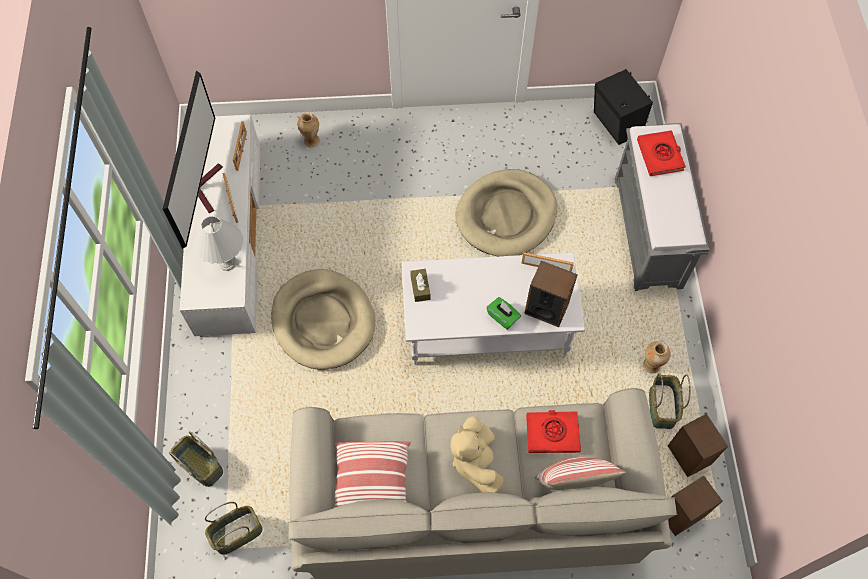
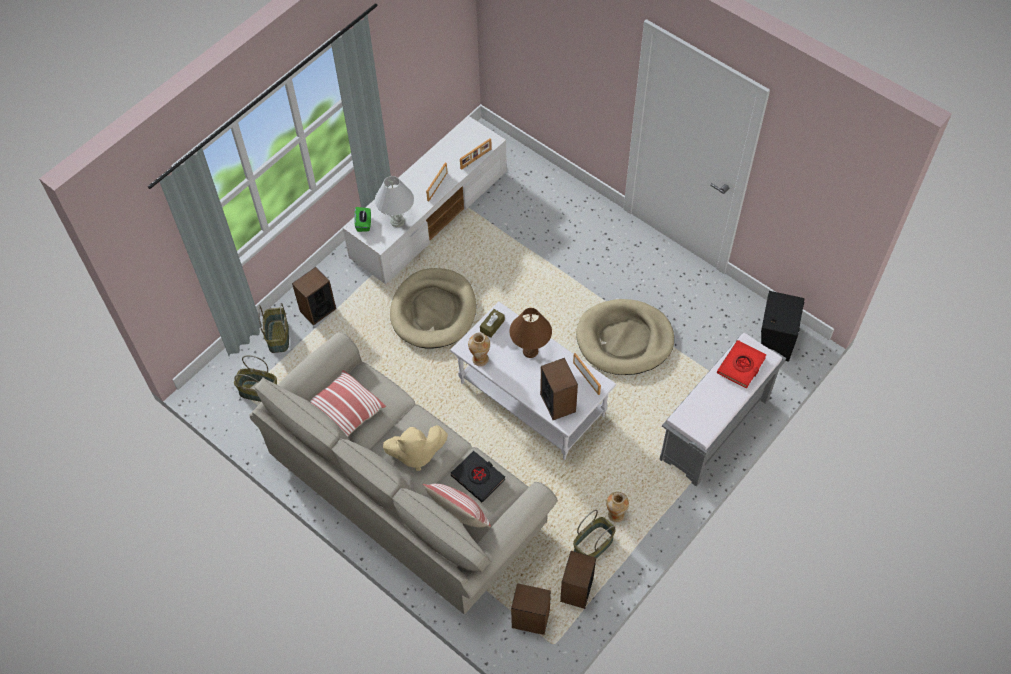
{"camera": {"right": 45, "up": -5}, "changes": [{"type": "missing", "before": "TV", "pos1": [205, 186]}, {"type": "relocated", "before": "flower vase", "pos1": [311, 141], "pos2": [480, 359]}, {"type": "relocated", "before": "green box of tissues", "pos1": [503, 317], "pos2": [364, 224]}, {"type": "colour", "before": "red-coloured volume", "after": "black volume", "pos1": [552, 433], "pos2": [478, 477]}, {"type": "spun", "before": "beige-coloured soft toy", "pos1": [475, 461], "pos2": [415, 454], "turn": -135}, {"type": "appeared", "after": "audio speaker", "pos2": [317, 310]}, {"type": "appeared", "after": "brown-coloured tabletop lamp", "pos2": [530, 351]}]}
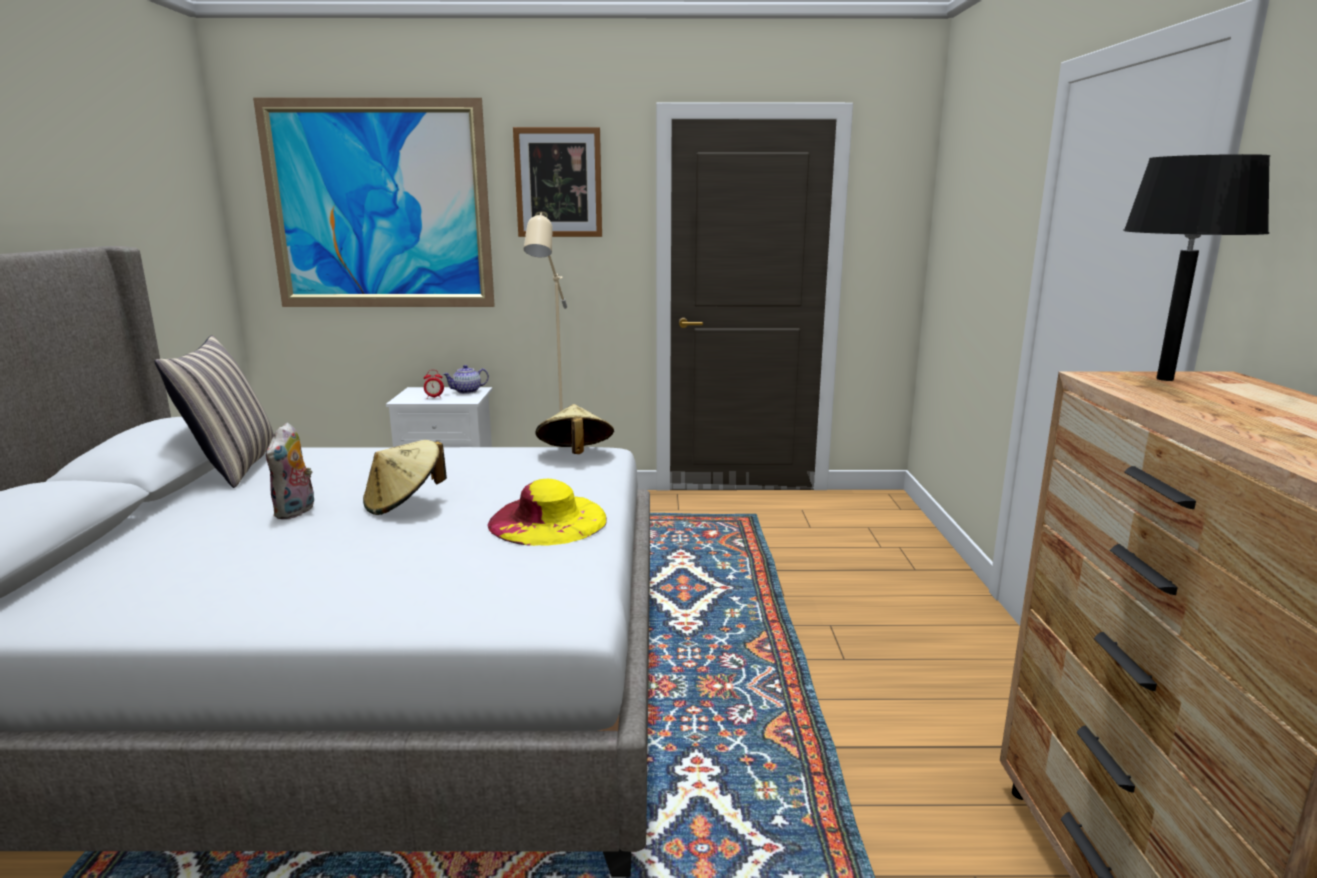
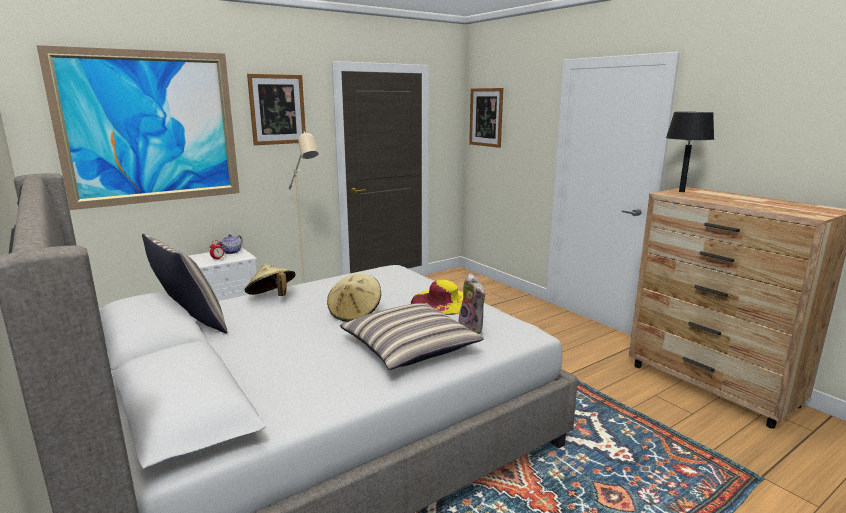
{"camera": {"right": -35, "up": 0}, "changes": [{"type": "relocated", "before": "beige-coloured wearable hat", "pos1": [575, 455], "pos2": [272, 297]}, {"type": "relocated", "before": "soft toy", "pos1": [296, 512], "pos2": [473, 329]}, {"type": "appeared", "after": "picture", "pos2": [486, 117]}, {"type": "appeared", "after": "cushion", "pos2": [409, 347]}]}
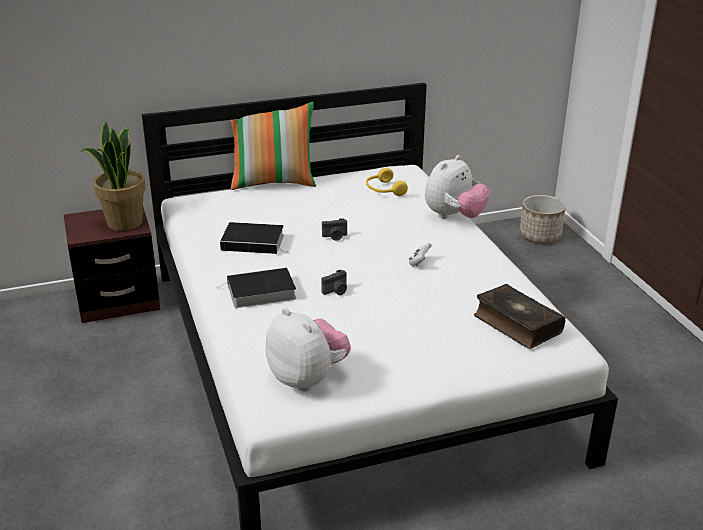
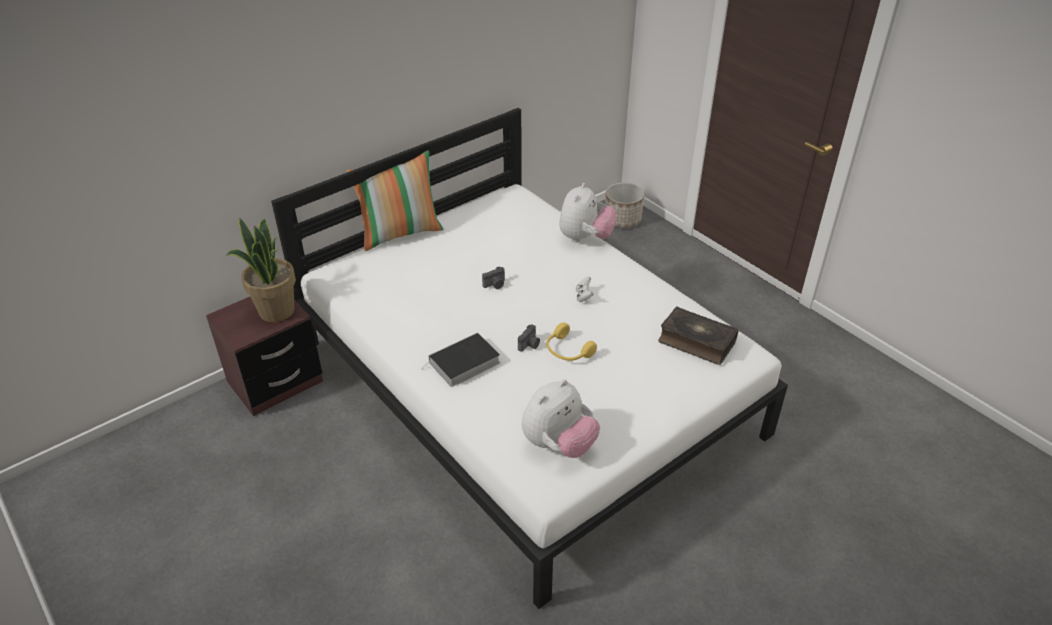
{"camera": {"right": -20, "up": 10}, "changes": [{"type": "relocated", "before": "yellow-coloured pair of headphones", "pos1": [383, 190], "pos2": [567, 351]}, {"type": "missing", "before": "volume", "pos1": [255, 242]}, {"type": "spun", "before": "soft toy", "pos1": [308, 378], "pos2": [558, 444], "turn": 105}]}
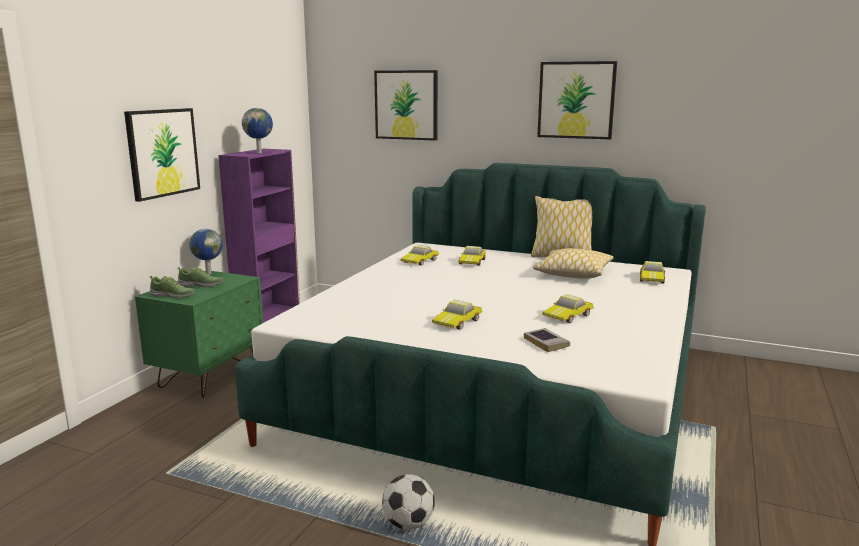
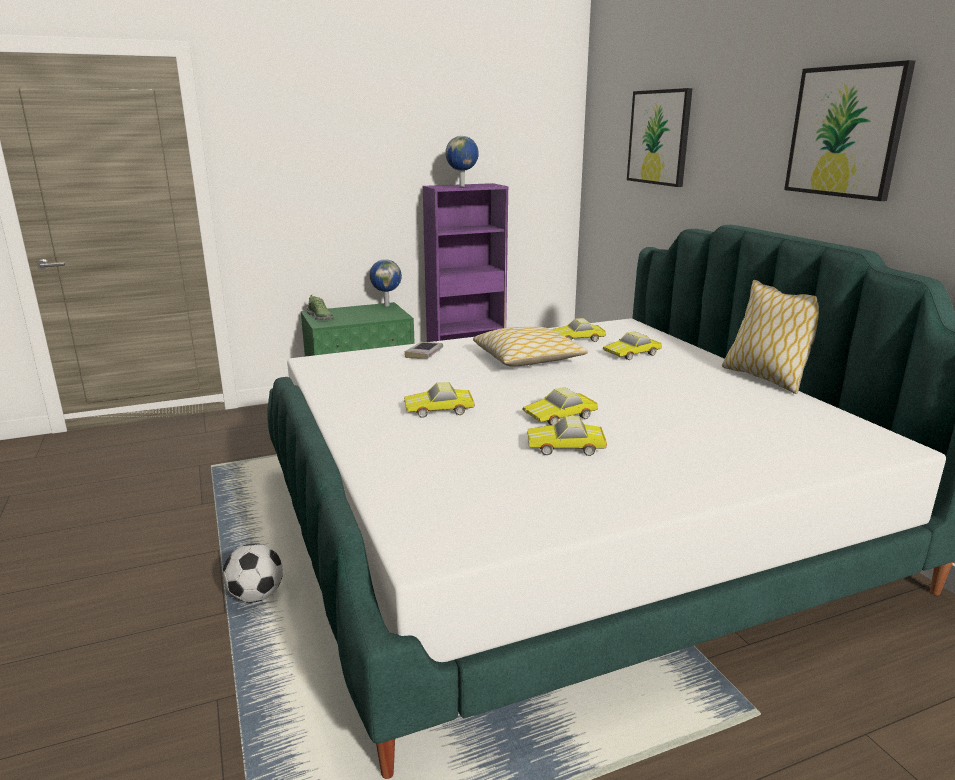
{"camera": {"right": 45, "up": 5}, "changes": [{"type": "missing", "before": "picture", "pos1": [162, 152]}, {"type": "relocated", "before": "cushion", "pos1": [573, 273], "pos2": [527, 359]}, {"type": "relocated", "before": "toy car", "pos1": [653, 278], "pos2": [561, 416]}, {"type": "missing", "before": "item of footwear", "pos1": [201, 285]}, {"type": "relocated", "before": "volume", "pos1": [546, 343], "pos2": [424, 353]}]}
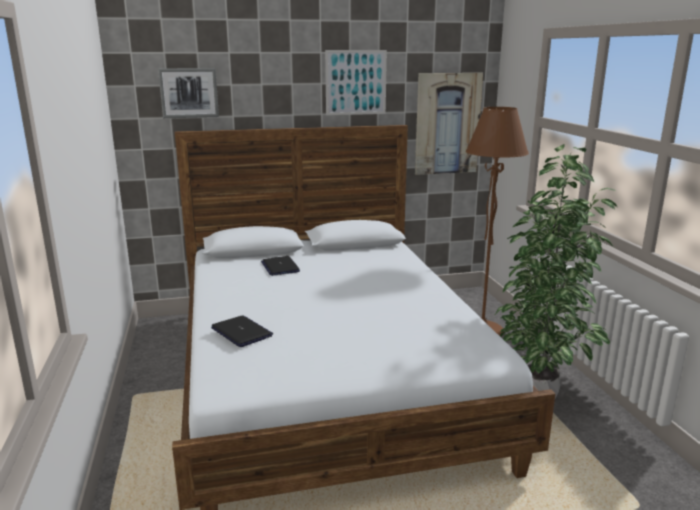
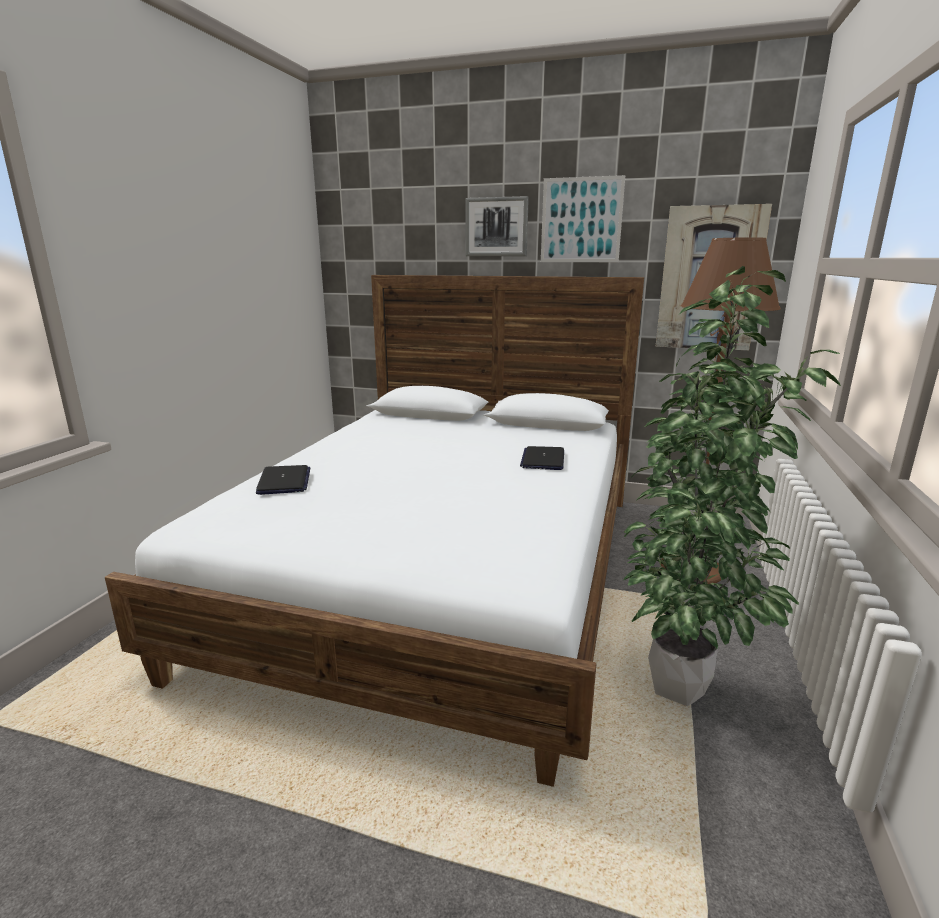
{"camera": {"right": 30, "up": 0}, "changes": [{"type": "relocated", "before": "picture", "pos1": [189, 93], "pos2": [496, 227]}, {"type": "relocated", "before": "notebook computer", "pos1": [280, 267], "pos2": [543, 459]}]}
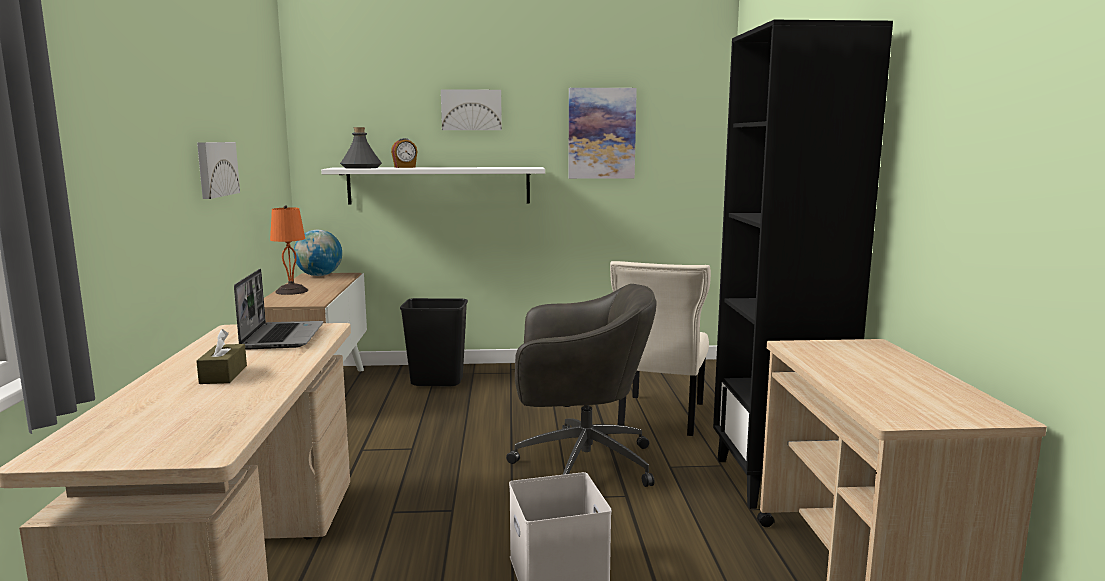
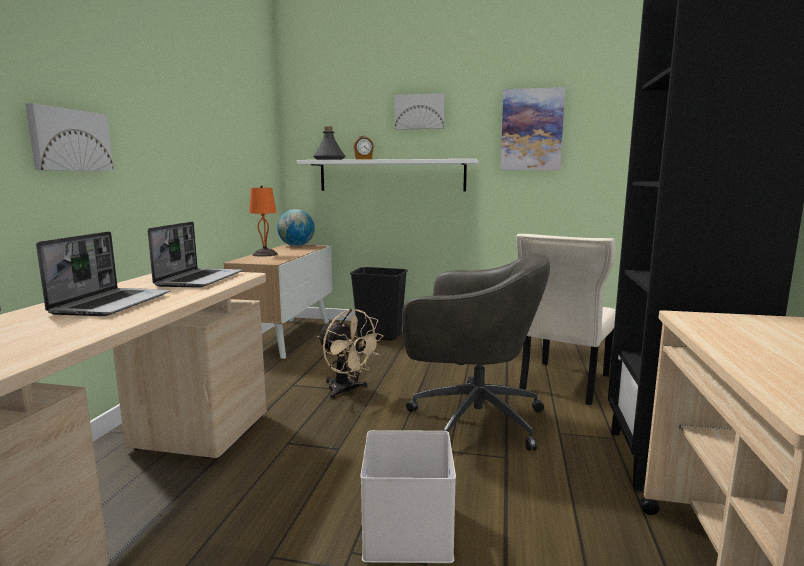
{"camera": {"right": 15, "up": 0}, "changes": [{"type": "relocated", "before": "picture", "pos1": [215, 169], "pos2": [69, 140]}, {"type": "exchanged", "before": "brown-coloured box of tissues", "after": "notebook computer", "pos1": [223, 374], "pos2": [113, 303]}, {"type": "appeared", "after": "beige-coloured cooling fan", "pos2": [347, 391]}]}
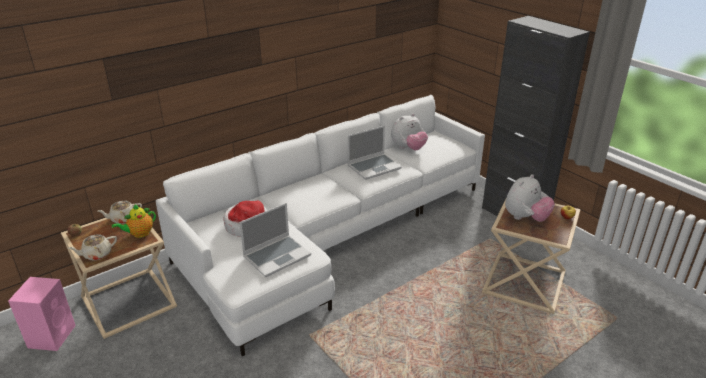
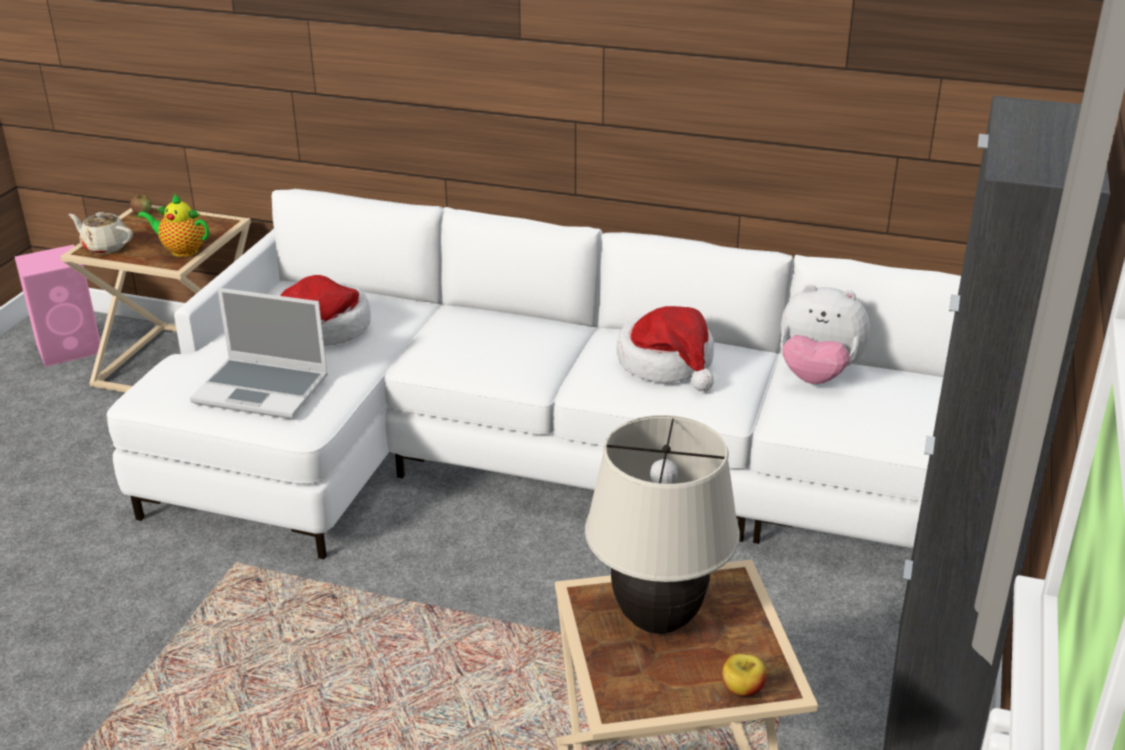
{"camera": {"right": 55, "up": 0}, "changes": [{"type": "exchanged", "before": "notebook computer", "after": "wearable hat", "pos1": [374, 167], "pos2": [667, 363]}, {"type": "exchanged", "before": "soft toy", "after": "beige-coloured tabletop lamp", "pos1": [525, 218], "pos2": [658, 620]}, {"type": "missing", "before": "beige-coloured teapot", "pos1": [123, 219]}]}
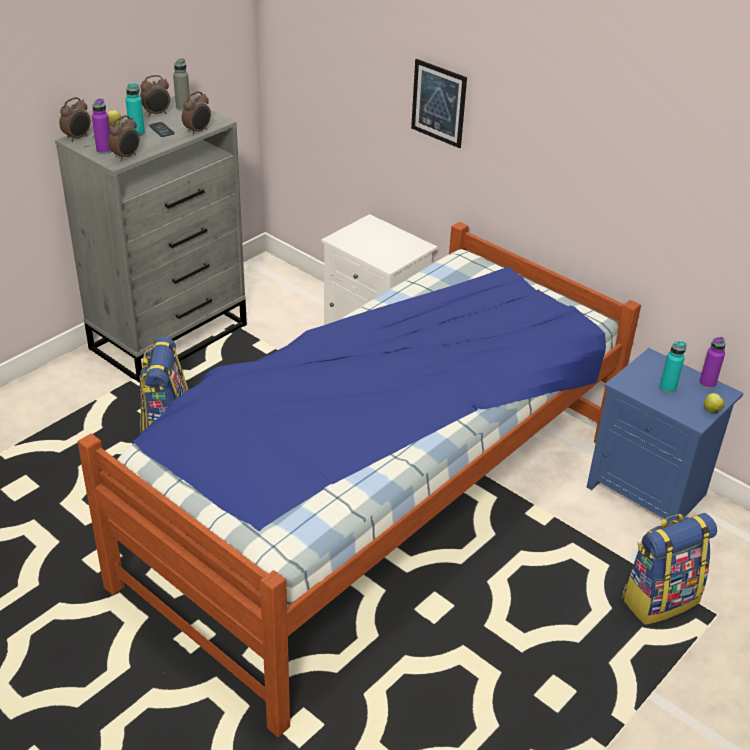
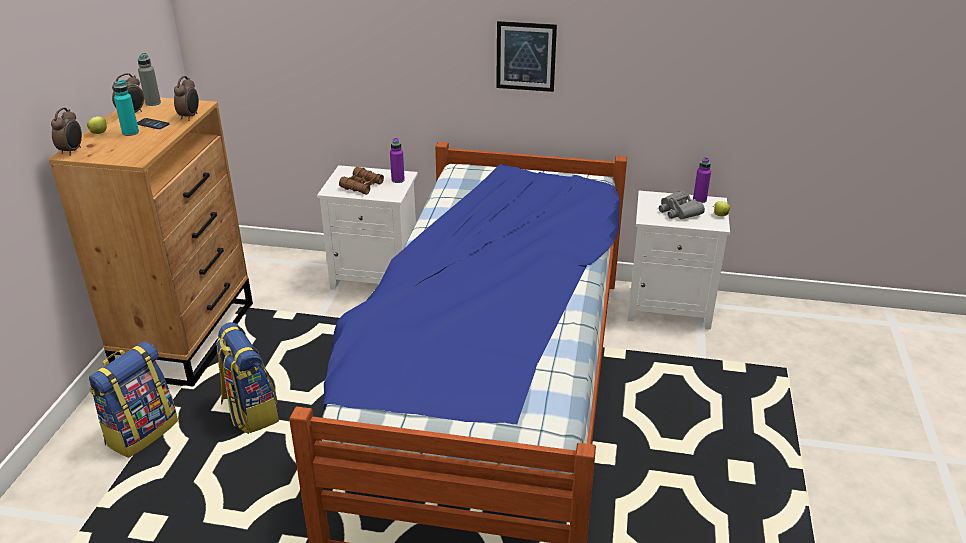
{"camera": {"right": -30, "up": -5}, "changes": [{"type": "relocated", "before": "picture", "pos1": [438, 103], "pos2": [526, 56]}, {"type": "colour", "before": "grey drawer chest", "after": "brown-coloured drawer chest", "pos1": [170, 336], "pos2": [188, 337]}, {"type": "relocated", "before": "purple-coloured drink bottle", "pos1": [104, 150], "pos2": [398, 180]}, {"type": "missing", "before": "table clock", "pos1": [126, 157]}, {"type": "exchanged", "before": "turquoise-coloured drink bottle", "after": "grey field glasses", "pos1": [667, 388], "pos2": [678, 211]}, {"type": "colour", "before": "blue-coloured bedside table", "after": "white bedside table", "pos1": [649, 492], "pos2": [670, 306]}, {"type": "relocated", "before": "rucksack", "pos1": [659, 599], "pos2": [142, 432]}, {"type": "appeared", "after": "brown-coloured field glasses", "pos2": [362, 186]}]}
